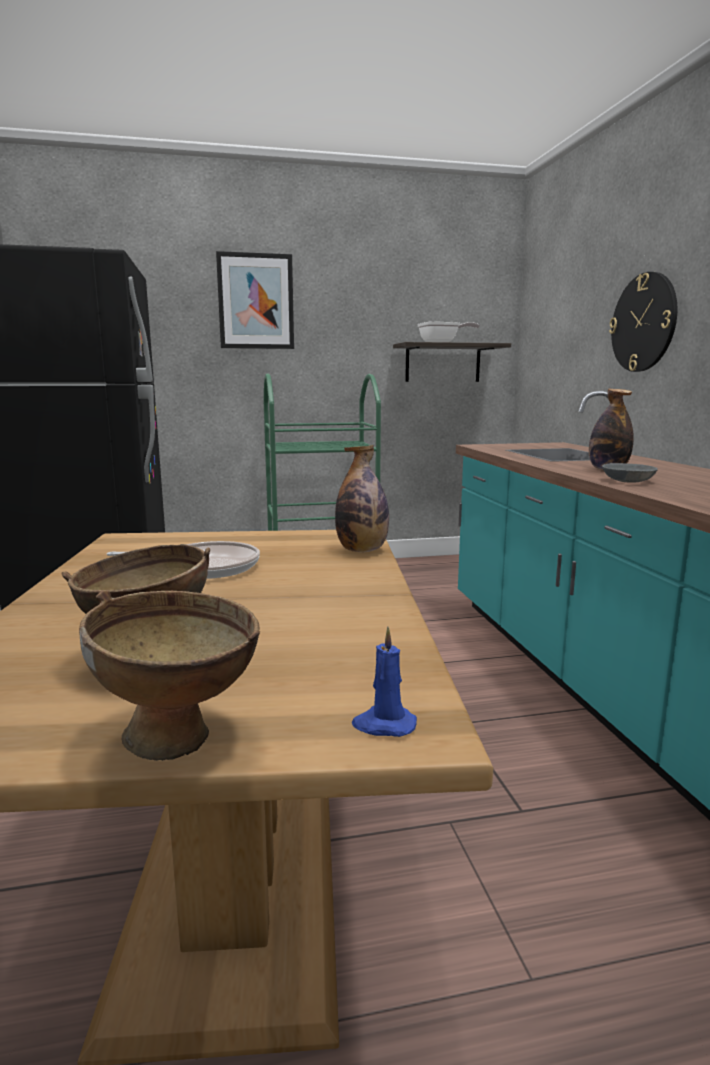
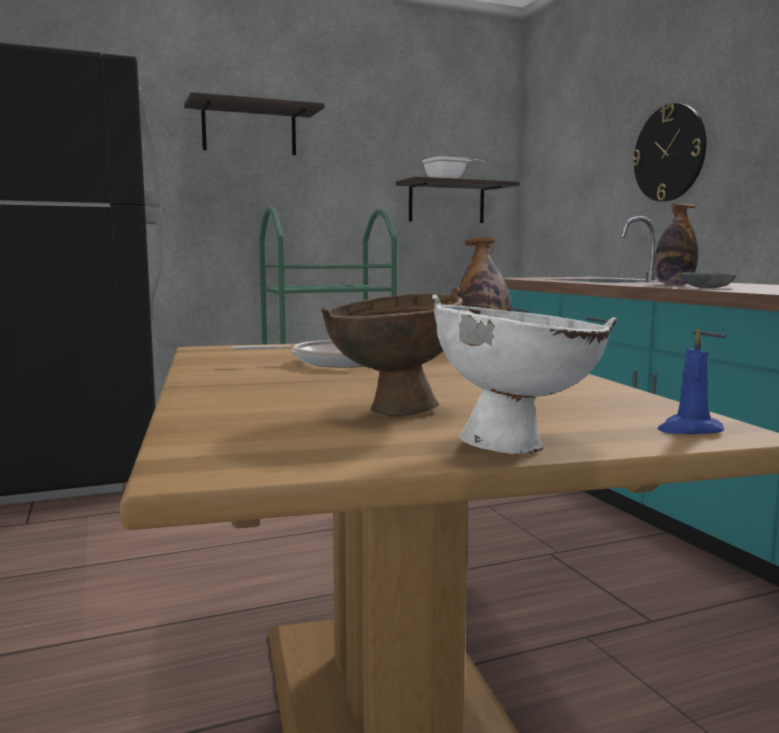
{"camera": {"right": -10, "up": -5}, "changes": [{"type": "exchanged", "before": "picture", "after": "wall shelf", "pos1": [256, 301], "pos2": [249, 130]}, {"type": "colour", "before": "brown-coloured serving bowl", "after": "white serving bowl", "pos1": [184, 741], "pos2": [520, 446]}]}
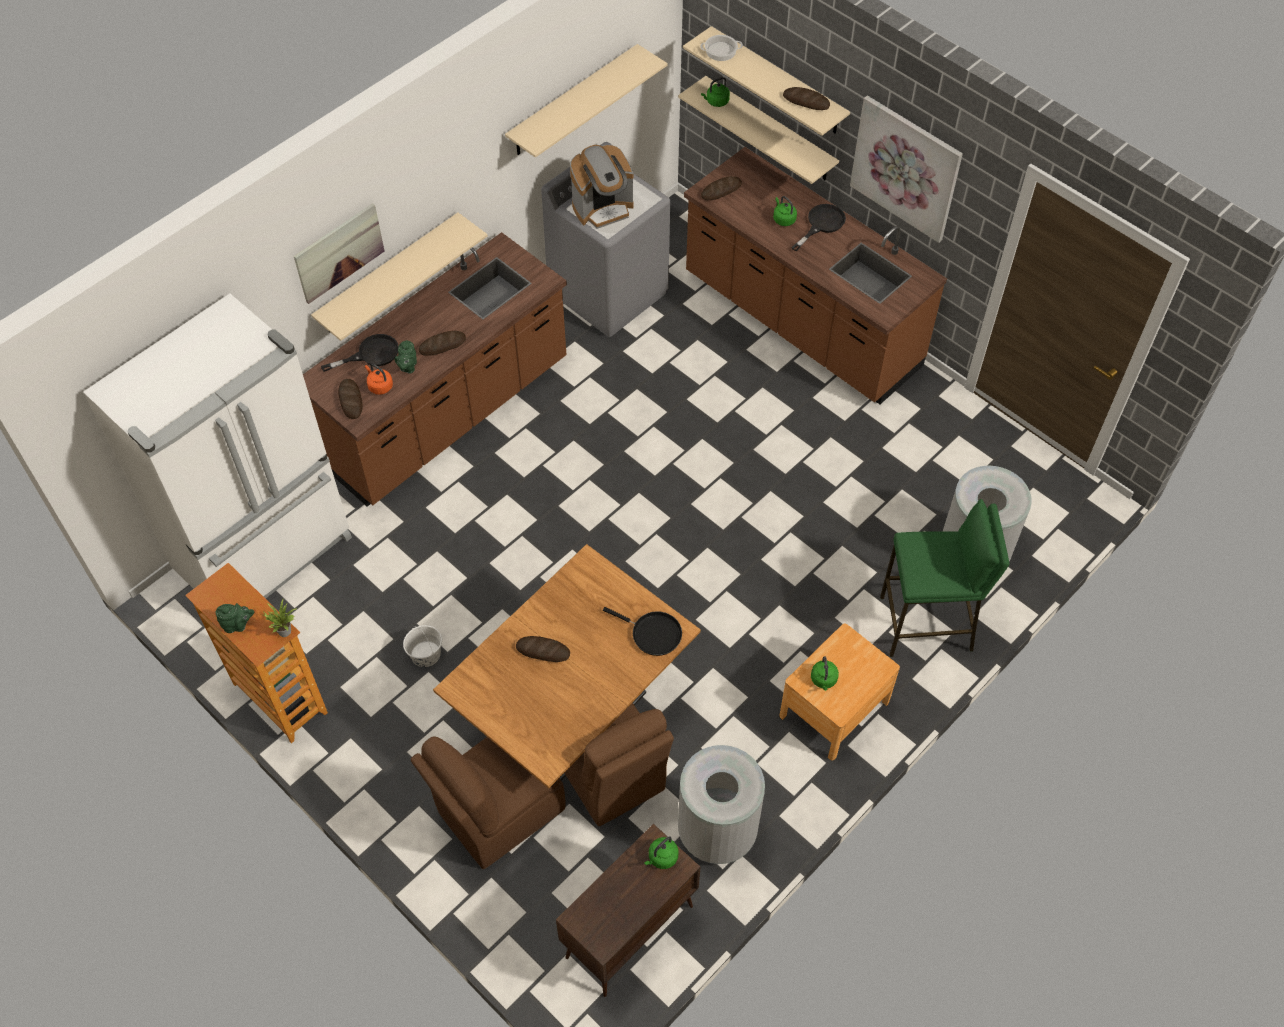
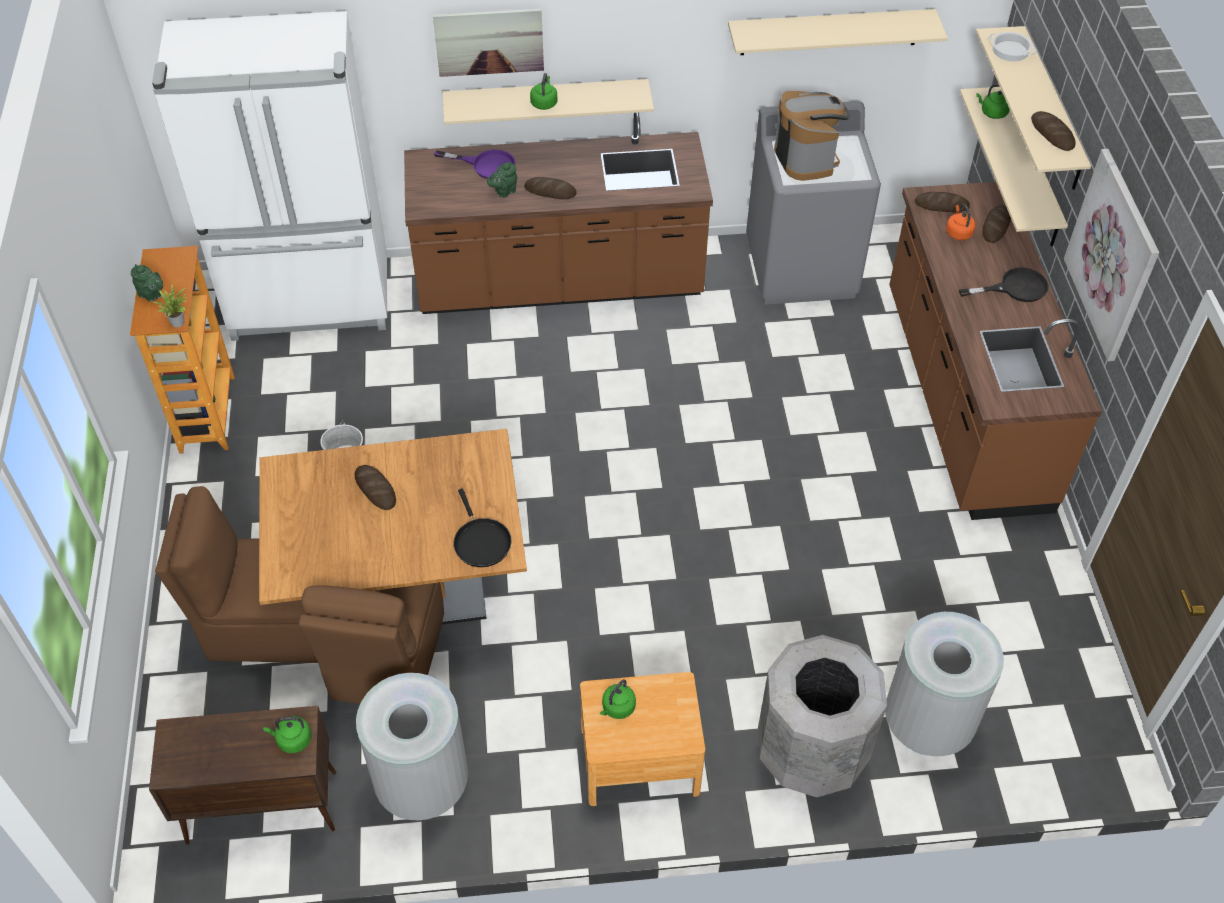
{"camera": {"right": 40, "up": -5}, "changes": [{"type": "spun", "before": "coffee maker", "pos1": [603, 208], "pos2": [806, 158], "turn": -120}, {"type": "relocated", "before": "green water kettle", "pos1": [783, 219], "pos2": [544, 103]}, {"type": "colour", "before": "black frying pan", "after": "purple-coloured frying pan", "pos1": [371, 354], "pos2": [486, 165]}, {"type": "relocated", "before": "orange water kettle", "pos1": [379, 386], "pos2": [958, 232]}, {"type": "relocated", "before": "bread", "pos1": [351, 400], "pos2": [996, 226]}, {"type": "exchanged", "before": "green stool seat", "after": "grey trash can", "pos1": [926, 625], "pos2": [811, 753]}]}
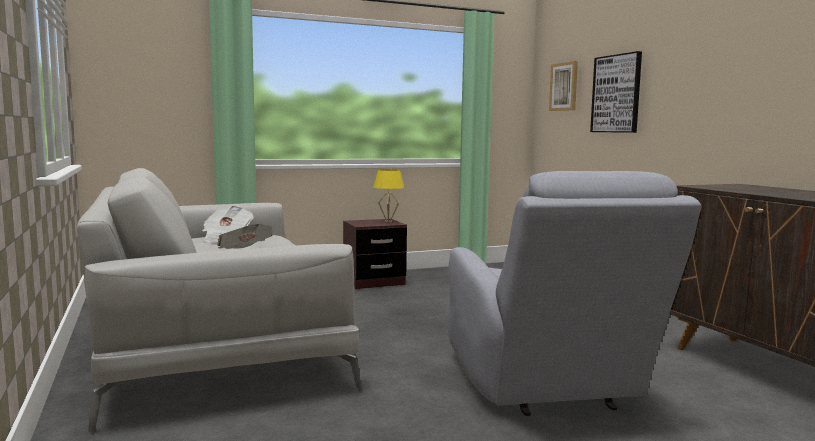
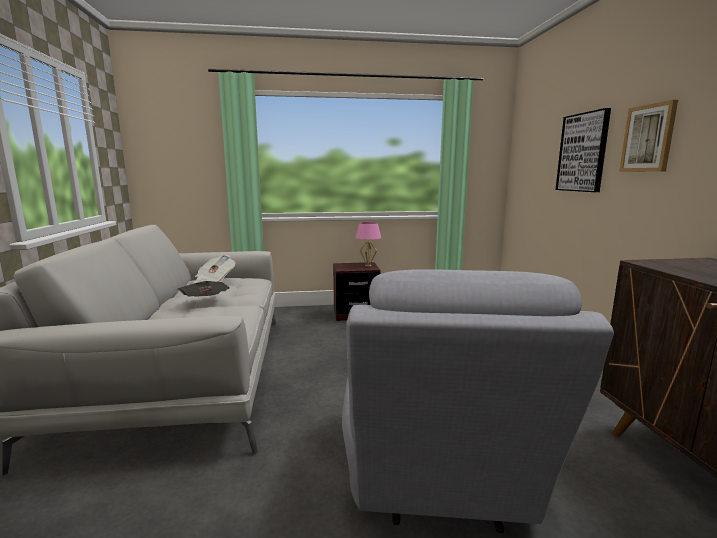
{"camera": {"right": 15, "up": 5}, "changes": [{"type": "relocated", "before": "picture", "pos1": [564, 86], "pos2": [648, 138]}, {"type": "colour", "before": "yellow-coloured tabletop lamp", "after": "pink-coloured tabletop lamp", "pos1": [388, 221], "pos2": [368, 265]}]}
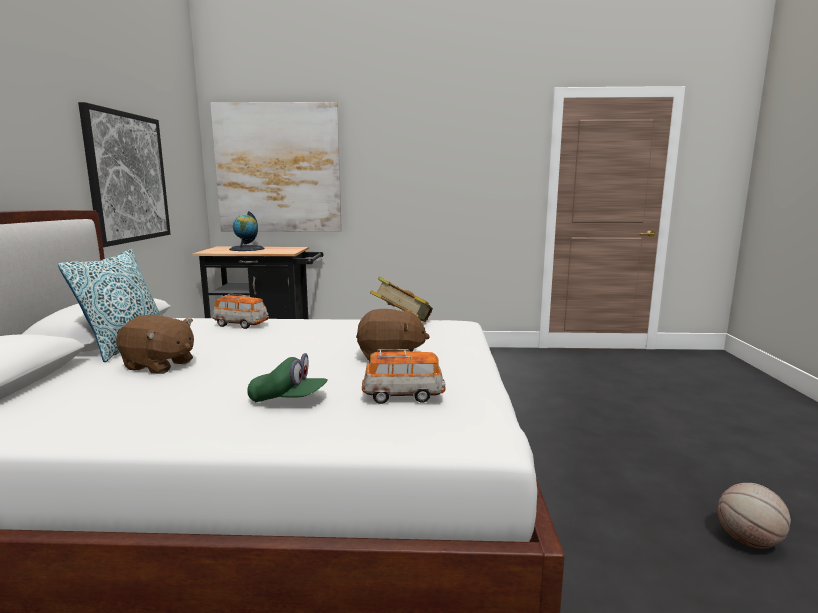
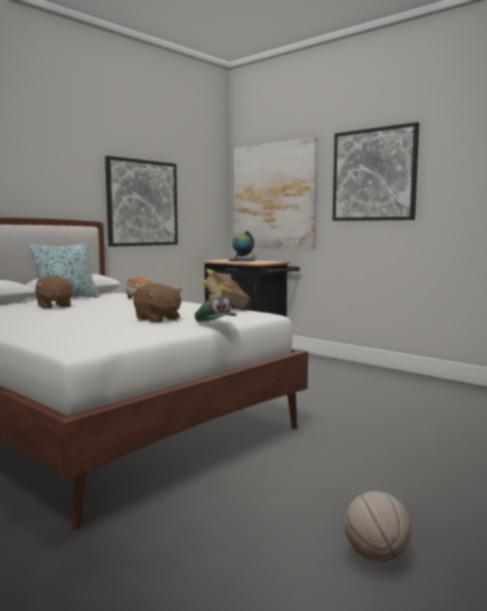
{"camera": {"right": 40, "up": -5}, "changes": [{"type": "missing", "before": "toy car", "pos1": [403, 396]}, {"type": "relocated", "before": "green peaked cap", "pos1": [288, 399], "pos2": [215, 323]}, {"type": "appeared", "after": "picture", "pos2": [374, 175]}]}
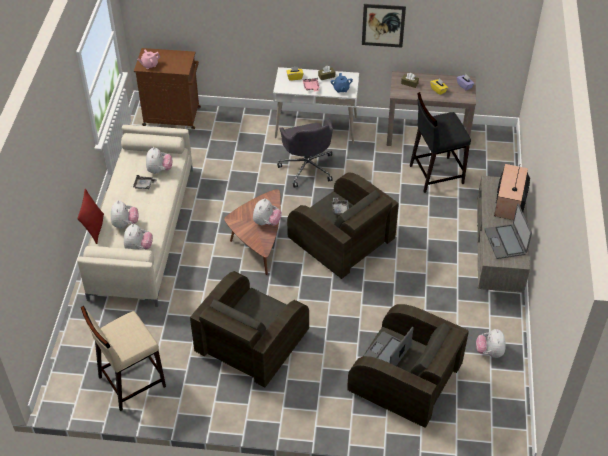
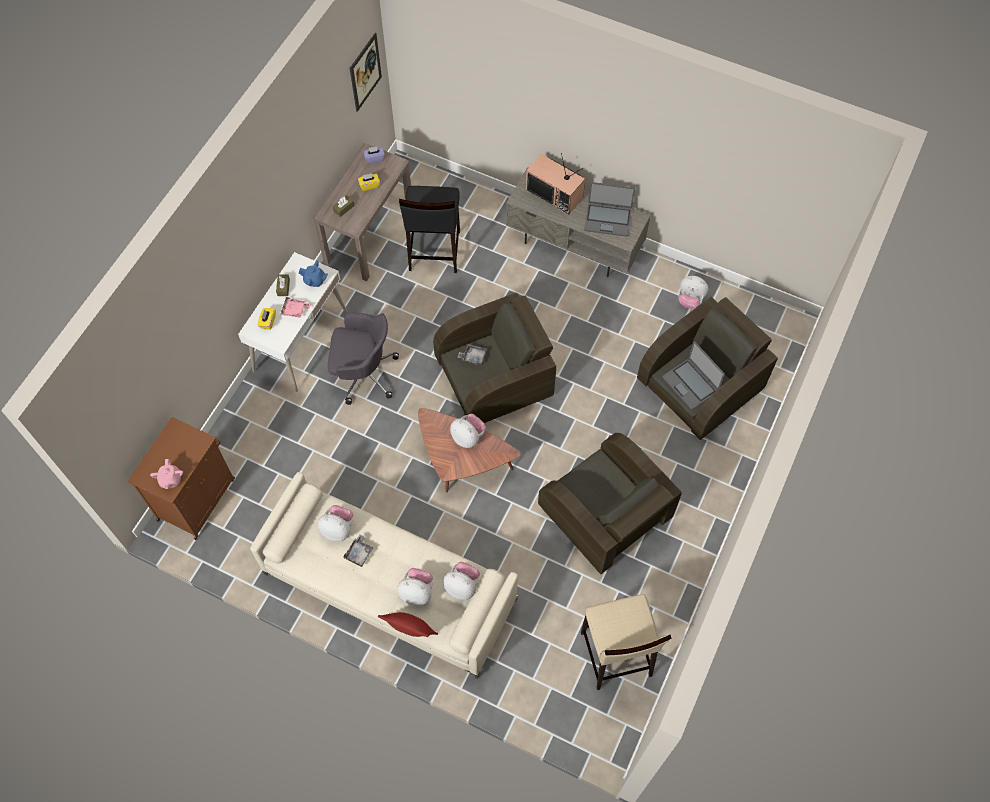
{"camera": {"right": -70, "up": 15}, "changes": [{"type": "relocated", "before": "picture", "pos1": [383, 25], "pos2": [365, 72]}]}
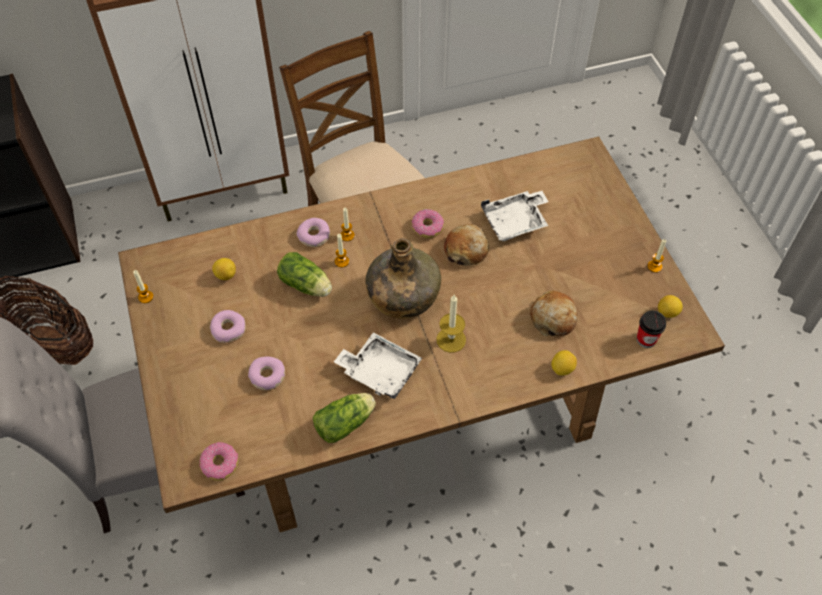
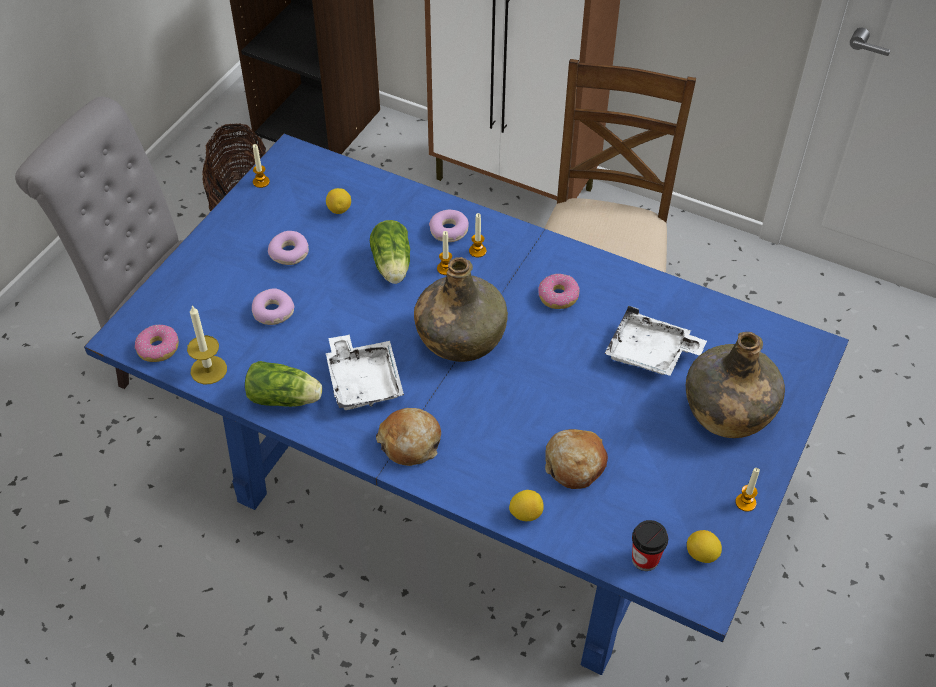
{"camera": {"right": 45, "up": -5}, "changes": [{"type": "colour", "before": "brown-coloured kitchen table", "after": "blue-coloured kitchen table", "pos1": [412, 401], "pos2": [469, 493]}, {"type": "relocated", "before": "bread", "pos1": [466, 250], "pos2": [410, 443]}, {"type": "relocated", "before": "wax light", "pos1": [451, 339], "pos2": [208, 370]}, {"type": "appeared", "after": "green drink bottle", "pos2": [727, 410]}]}
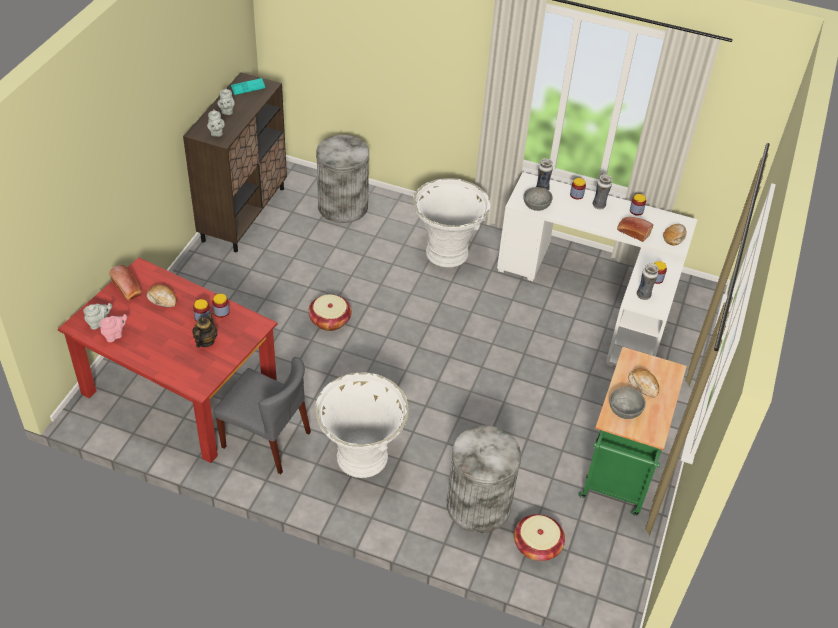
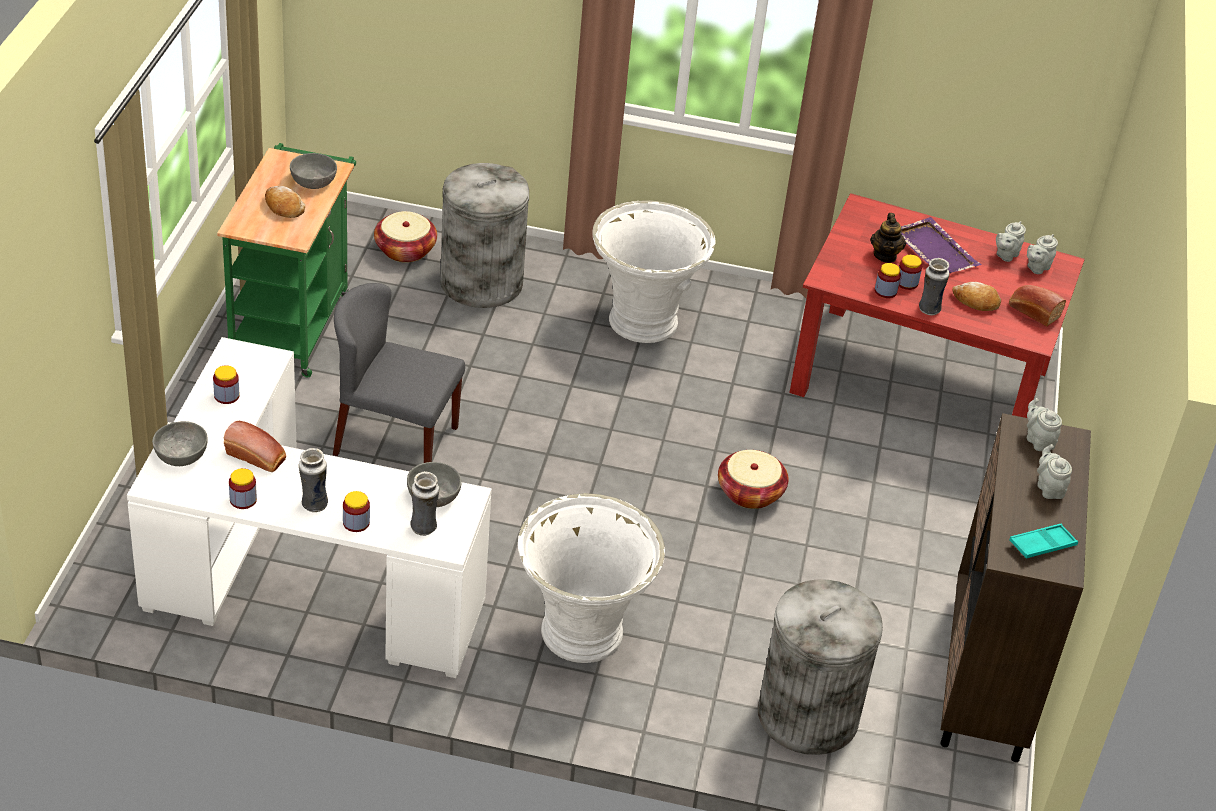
{"camera": {"right": 170, "up": -5}, "changes": [{"type": "exchanged", "before": "bread", "after": "grey serving bowl", "pos1": [674, 237], "pos2": [181, 455]}, {"type": "relocated", "before": "flower vase", "pos1": [644, 295], "pos2": [928, 310]}, {"type": "colour", "before": "pink-coloured teapot", "after": "grey teapot", "pos1": [115, 335], "pos2": [1006, 255]}, {"type": "relocated", "before": "grey plain chair", "pos1": [267, 440], "pos2": [395, 440]}, {"type": "appeared", "after": "purple-coloured serving tray", "pos2": [934, 249]}]}
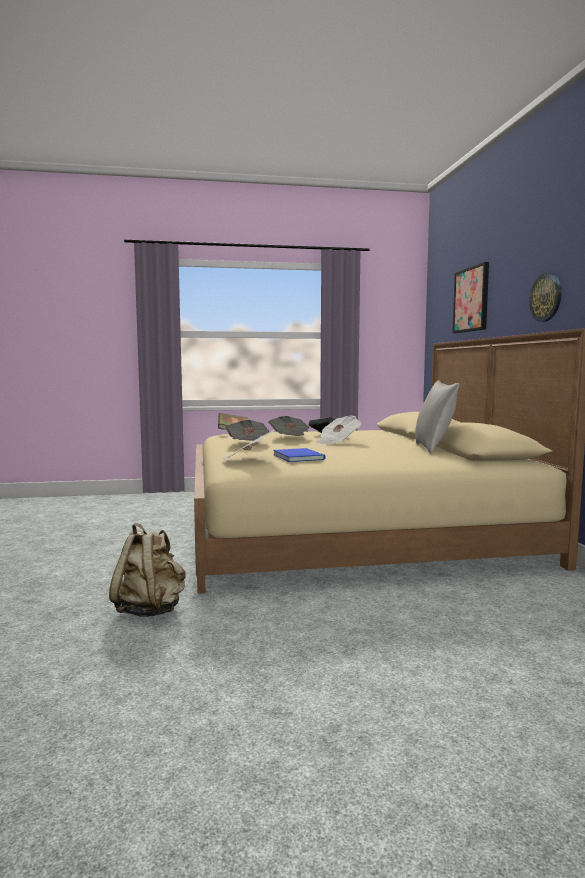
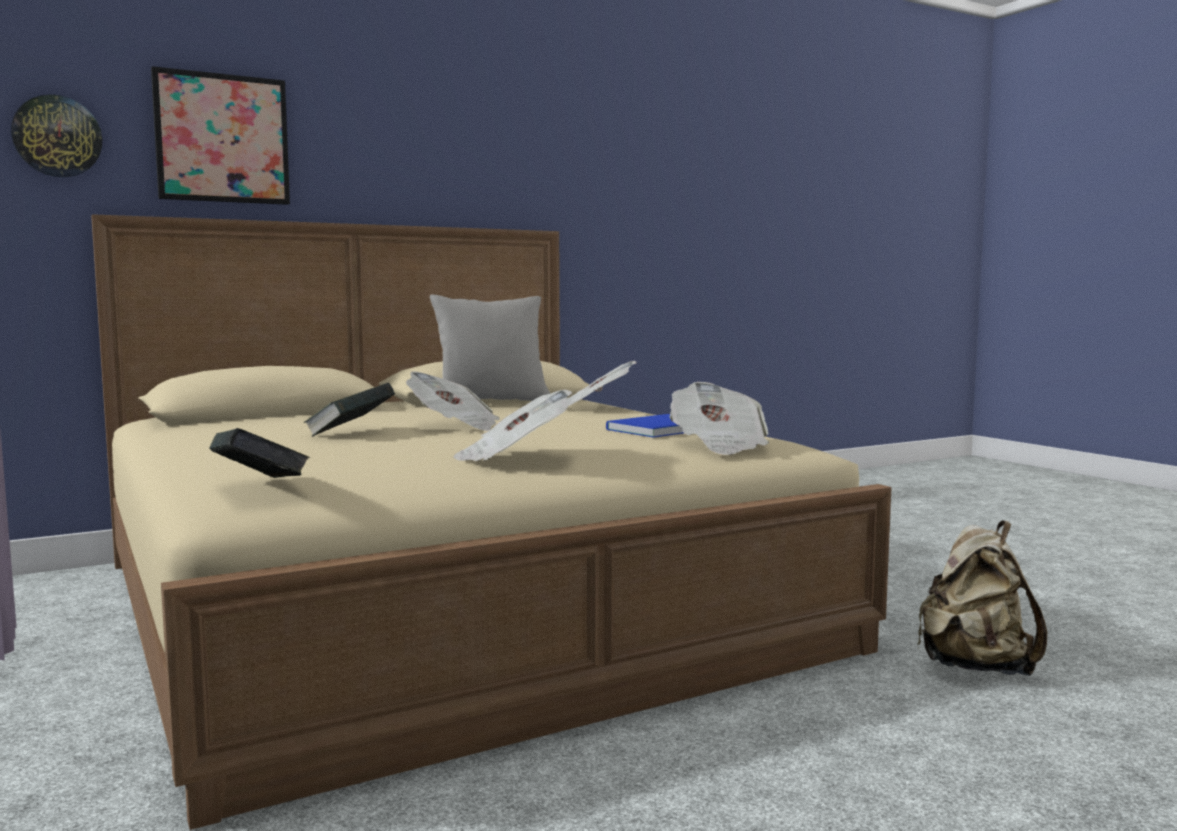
{"camera": {"right": -110, "up": 0}, "changes": [{"type": "relocated", "before": "clock on the wall", "pos1": [546, 297], "pos2": [57, 136]}, {"type": "relocated", "before": "newspaper", "pos1": [290, 438], "pos2": [593, 407]}]}
